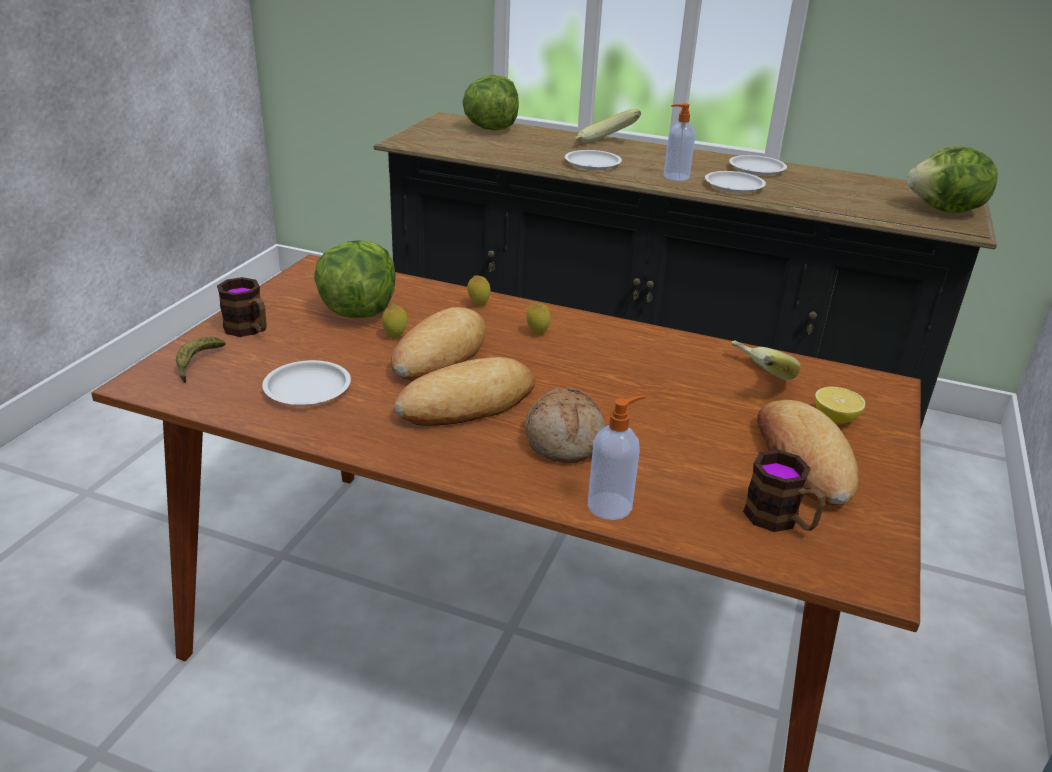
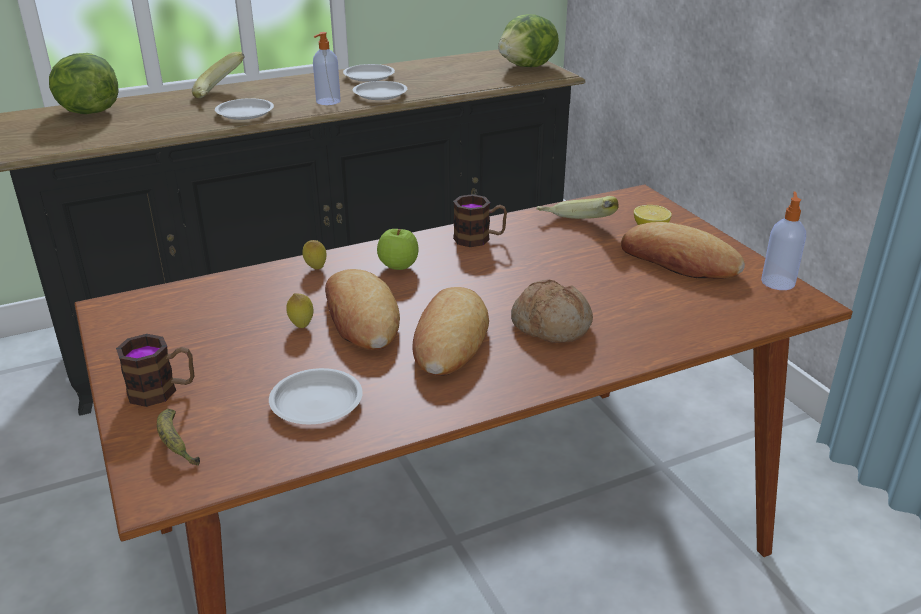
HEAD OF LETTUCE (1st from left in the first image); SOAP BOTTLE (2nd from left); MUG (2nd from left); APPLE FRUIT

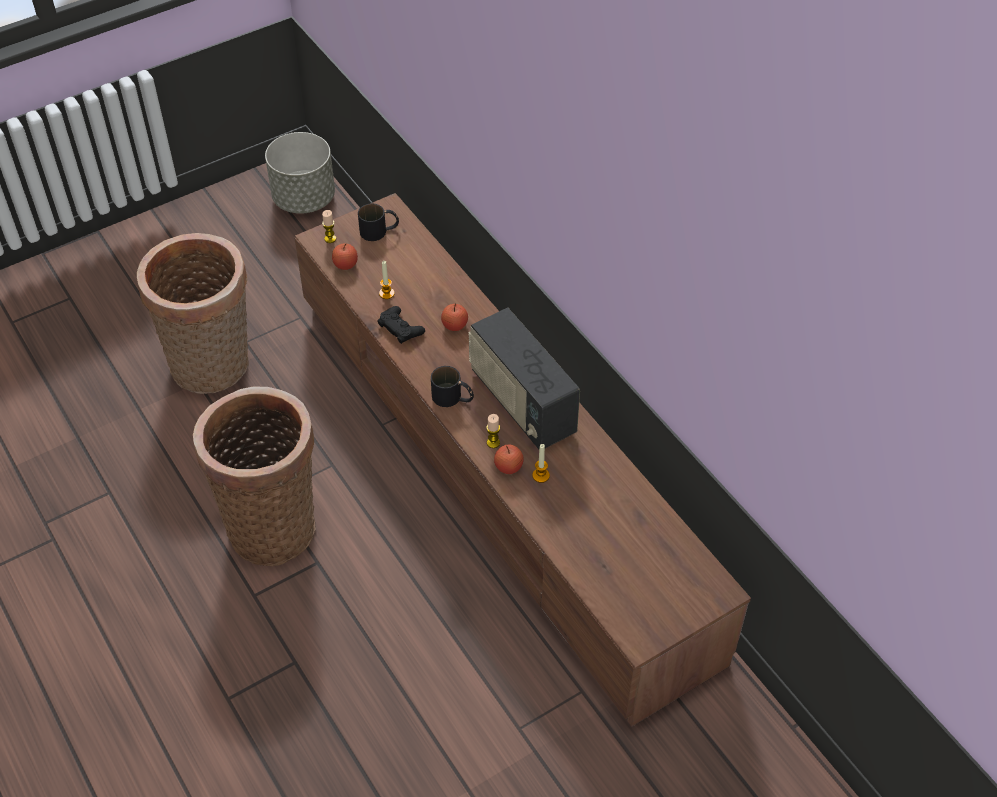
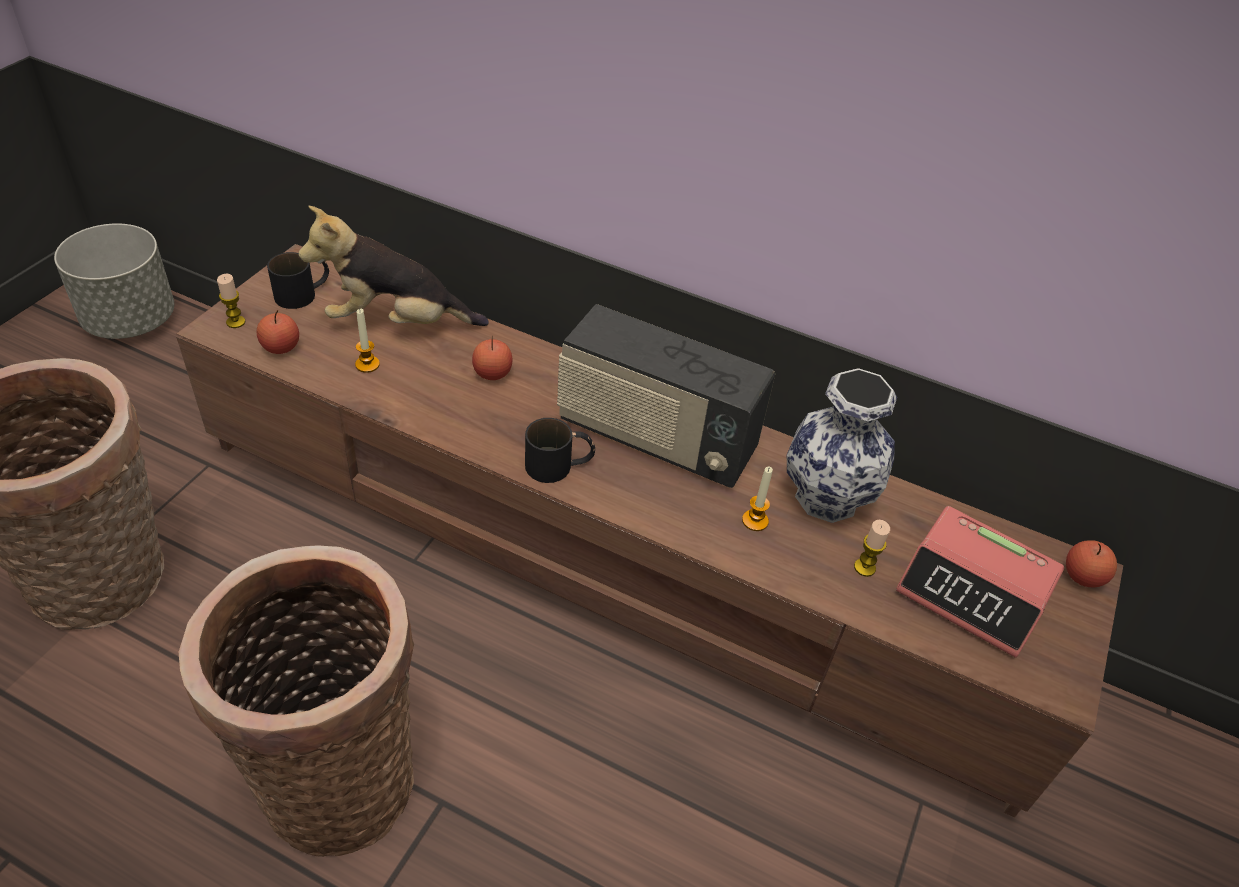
BLACKISH GAMEPAD; CUDDLY TOY; VASE; BEDSIDE CLOCK; WAX LIGHT (4th from left); APPLE FRUIT (3rd from left)

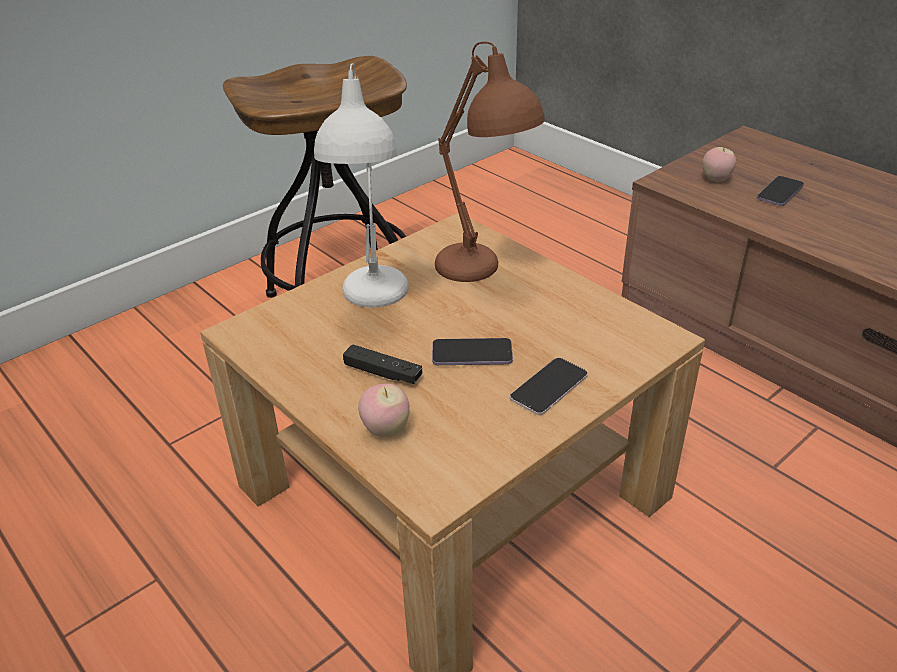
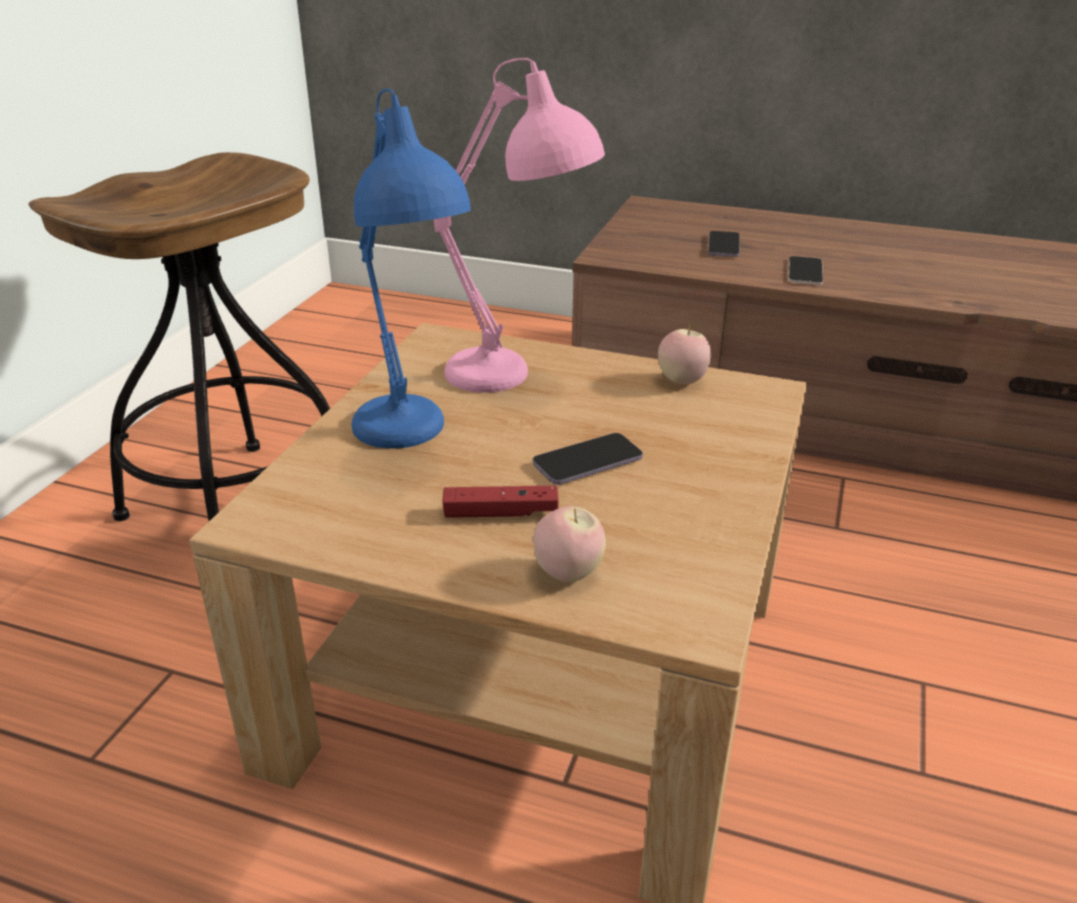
PHONE (3rd from left); APPLE FRUIT (2nd from left); BLUISH TABLE LAMP; REDDISH GAMEPAD; PINK-COLOURED TABLE LAMP

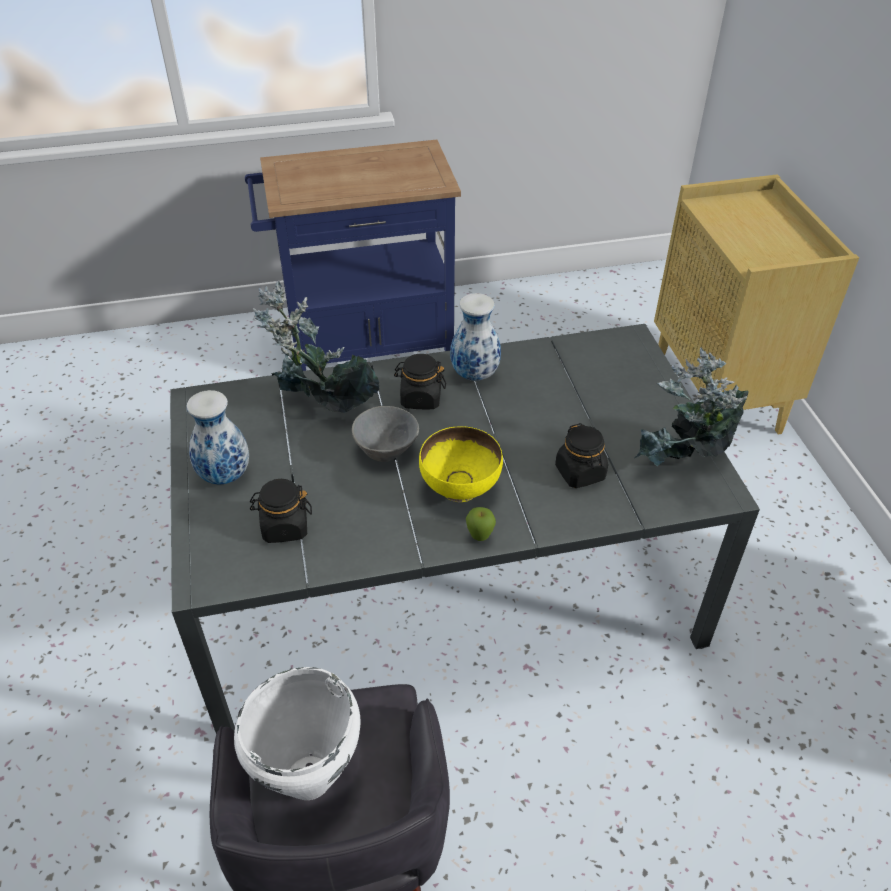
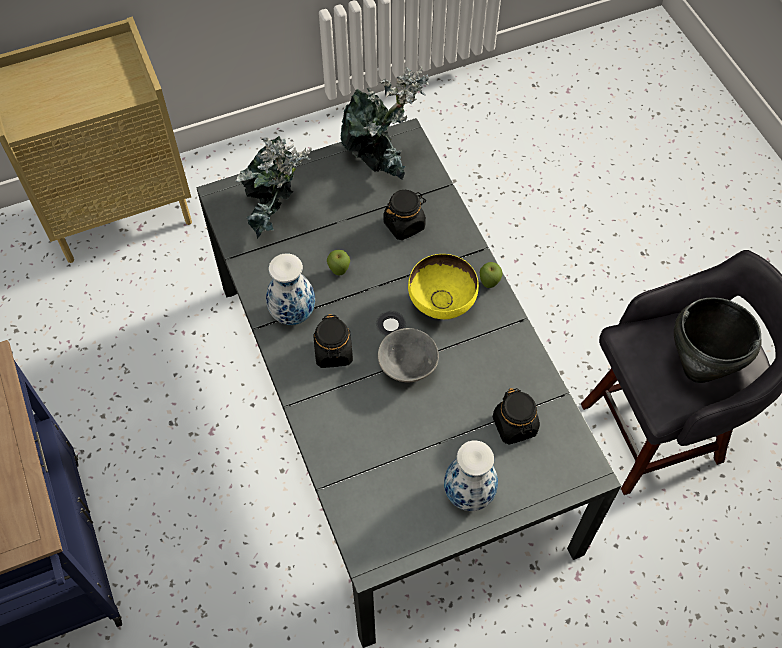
APPLE FRUIT (1st from left); HOUSEPLANT (1st from left); BLACKISH STOCKPOT

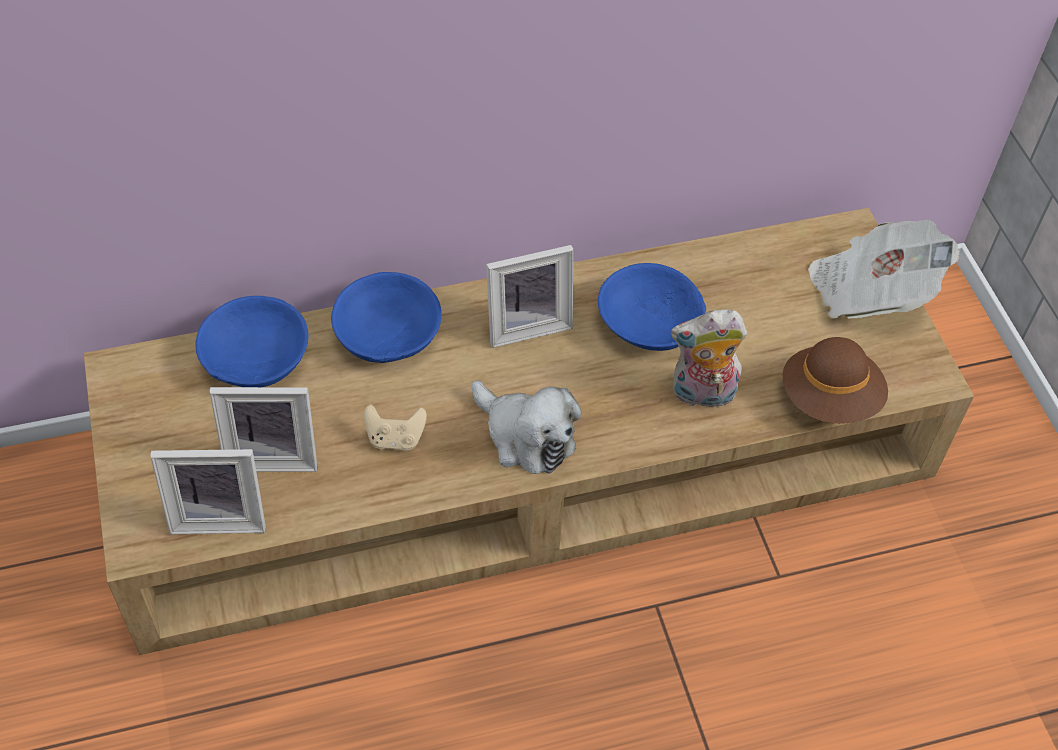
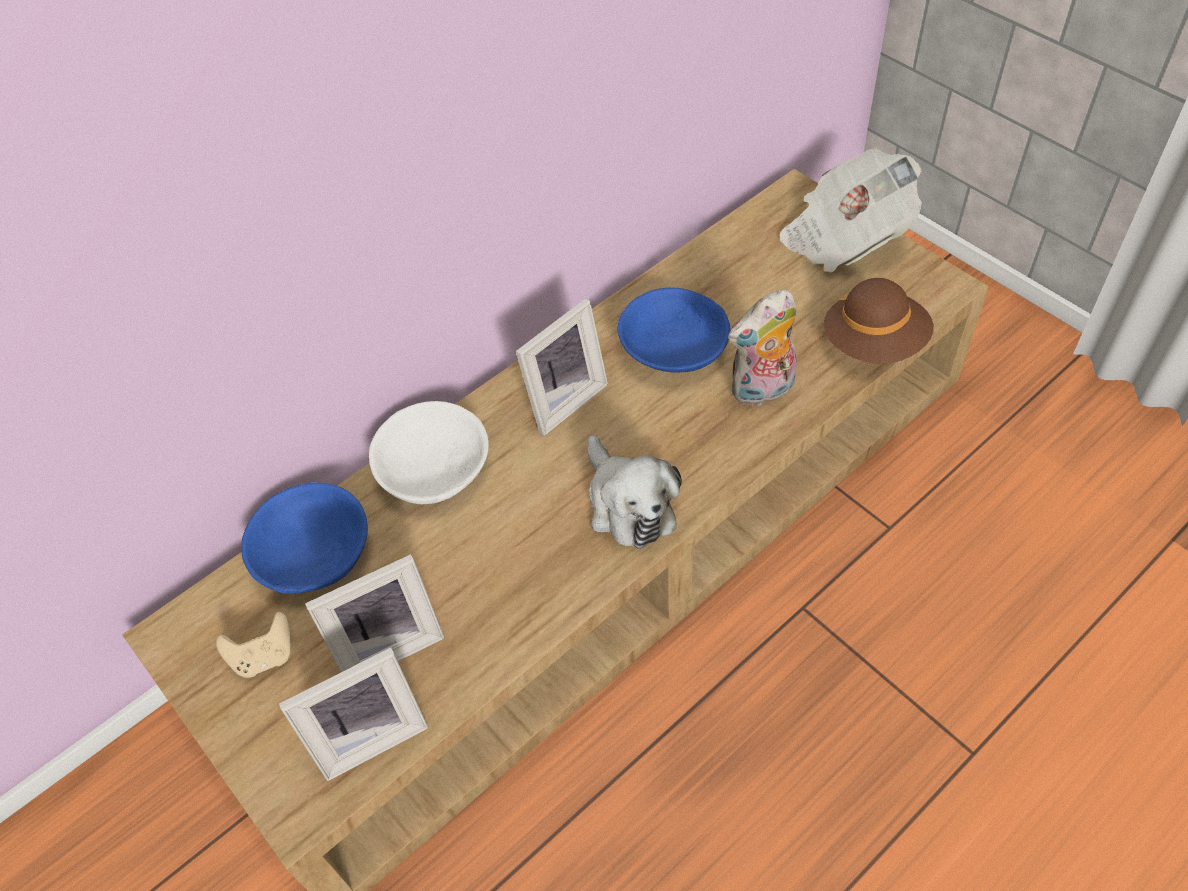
BEIGE GAMEPAD; WHITE BOWL; CUDDLY TOY (1st from left)

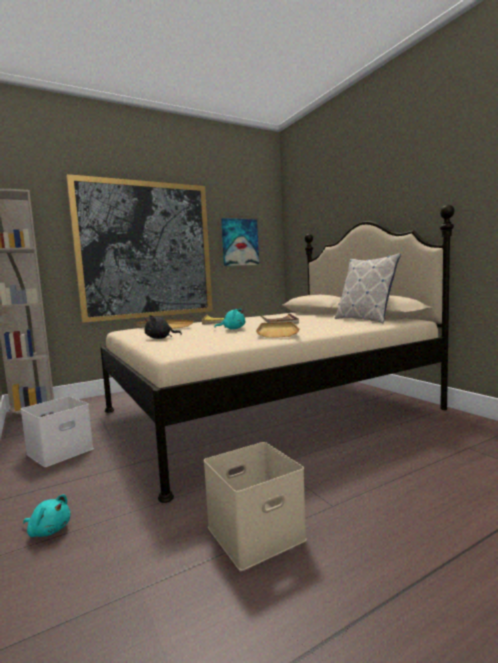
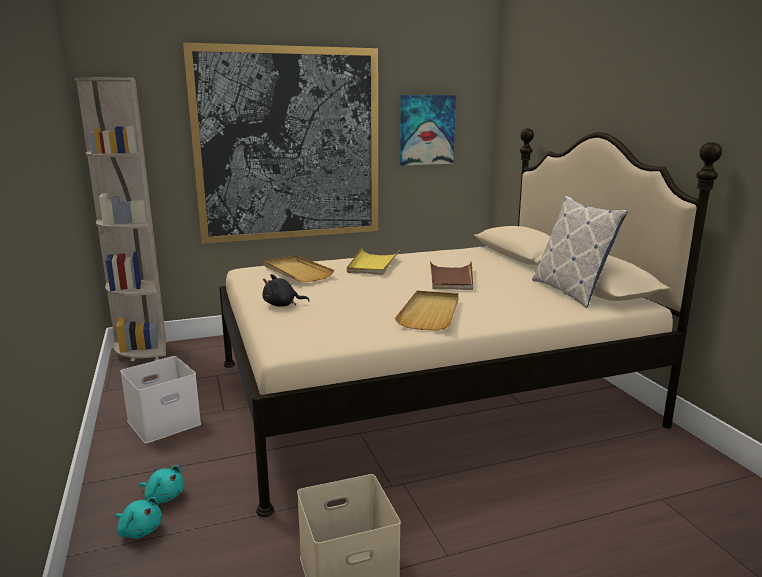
BLUE-GREEN CUDDLY TOY (2nd from left)

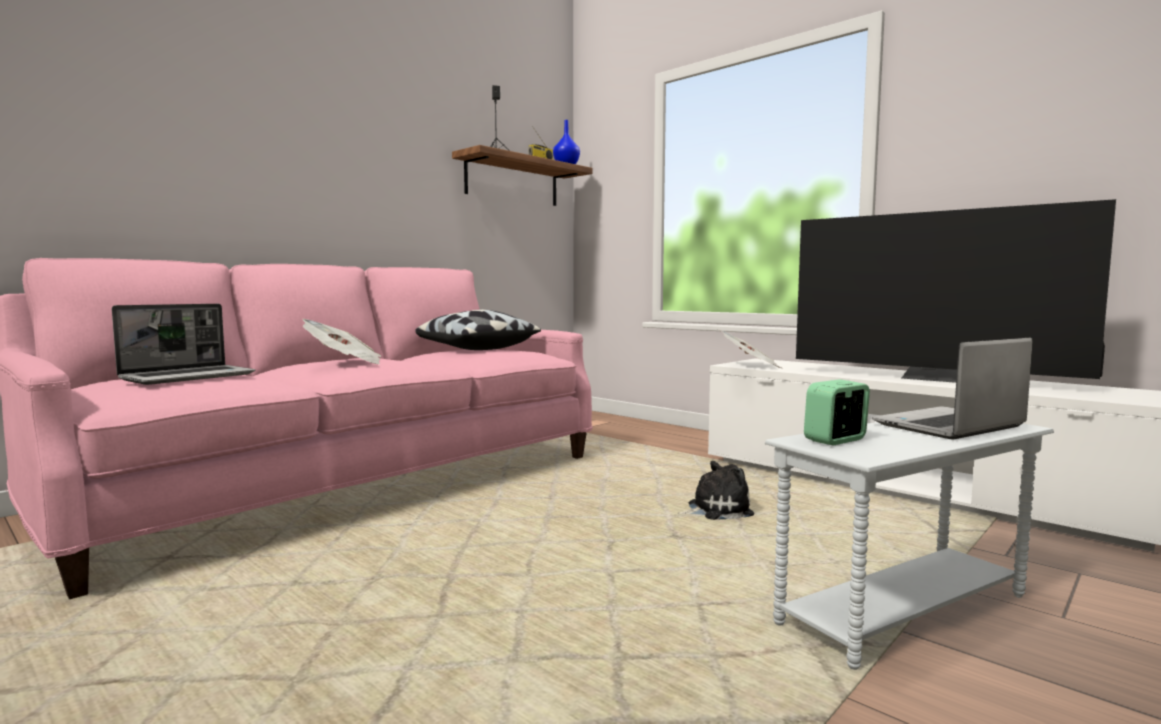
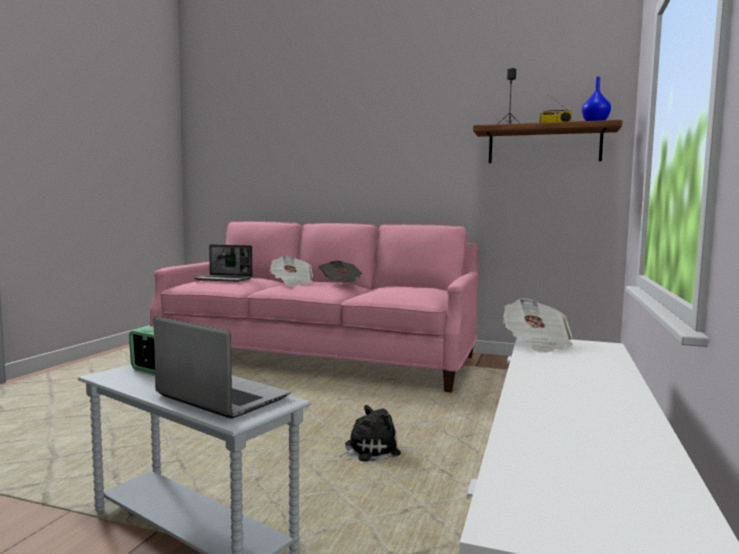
PILLOW; TV; NEWSPAPER (2nd from left); CUDDLY TOY

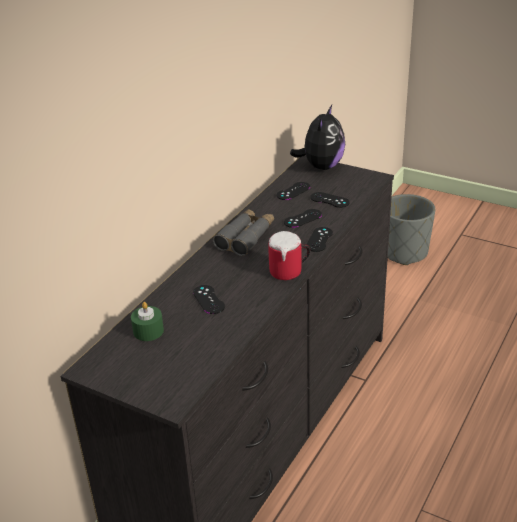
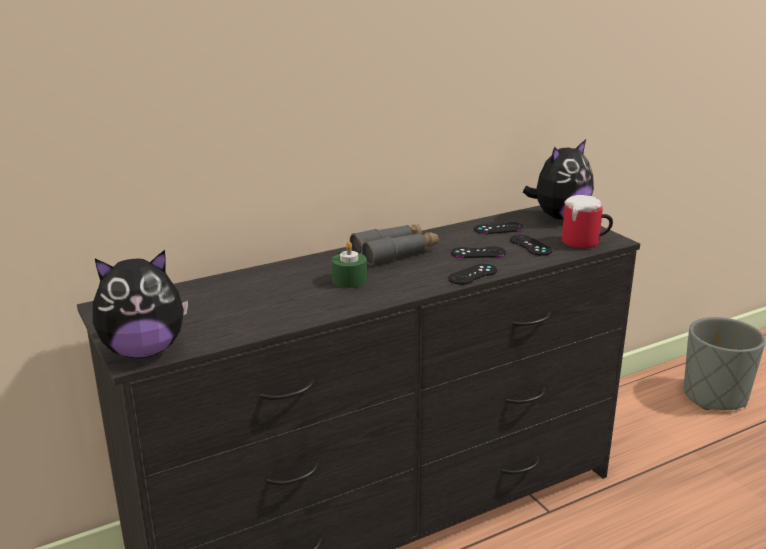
BLACKISH GAMEPAD (1st from left in the first image); CUDDLY TOY (1st from left); GREENISH WAX LIGHT; MUG

